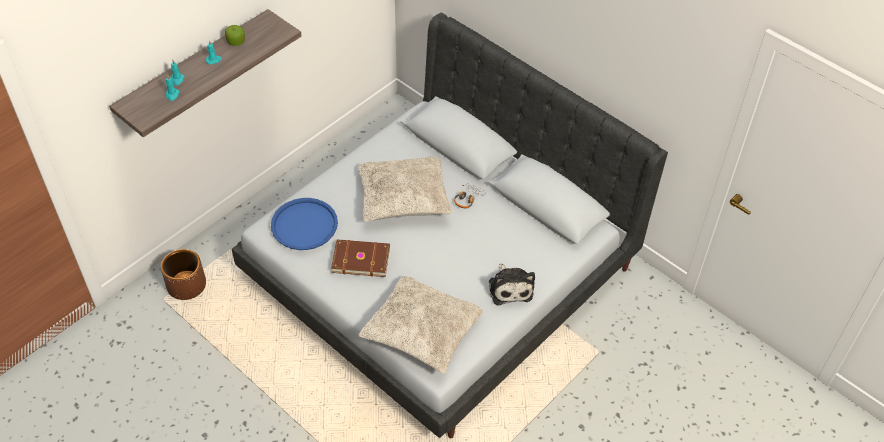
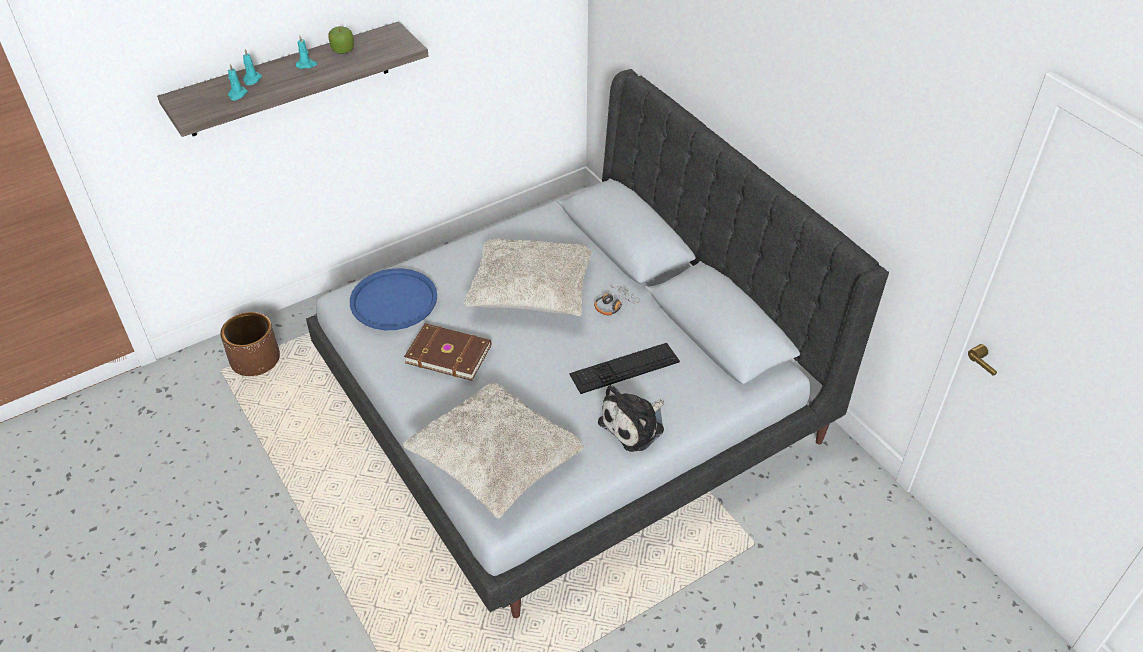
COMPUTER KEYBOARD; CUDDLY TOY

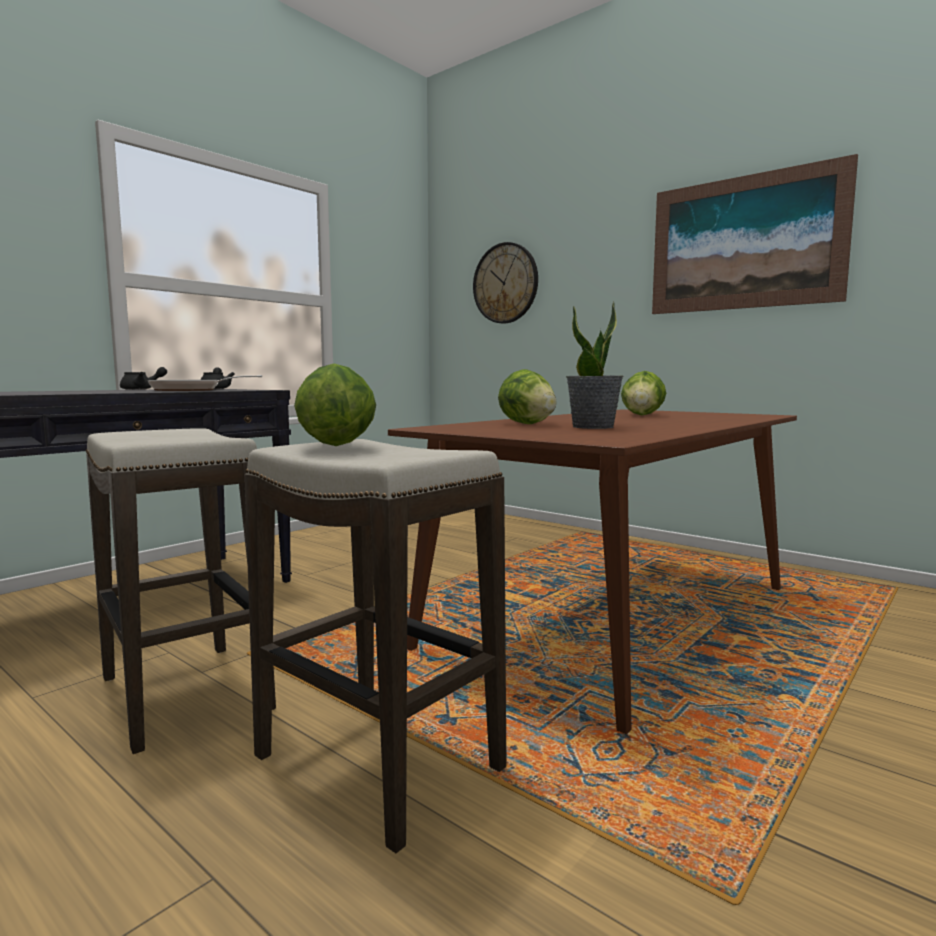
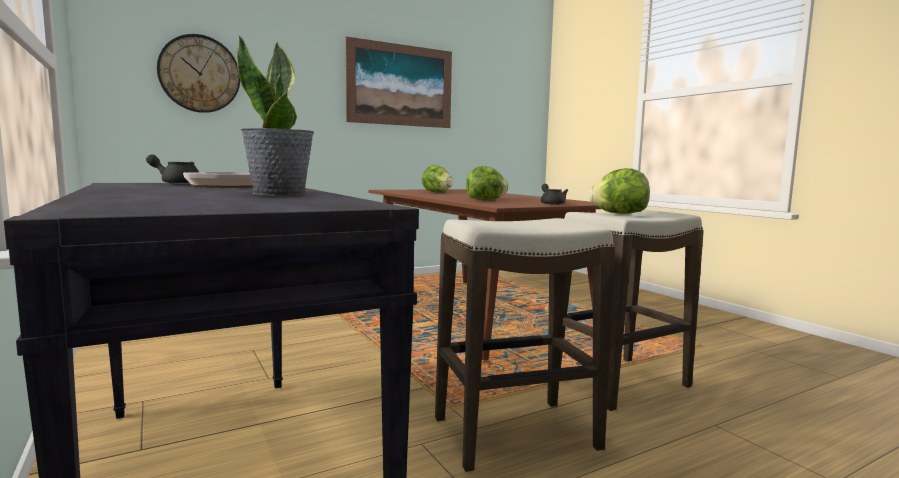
BLACKISH TEAPOT (2nd from left); HOUSEPLANT

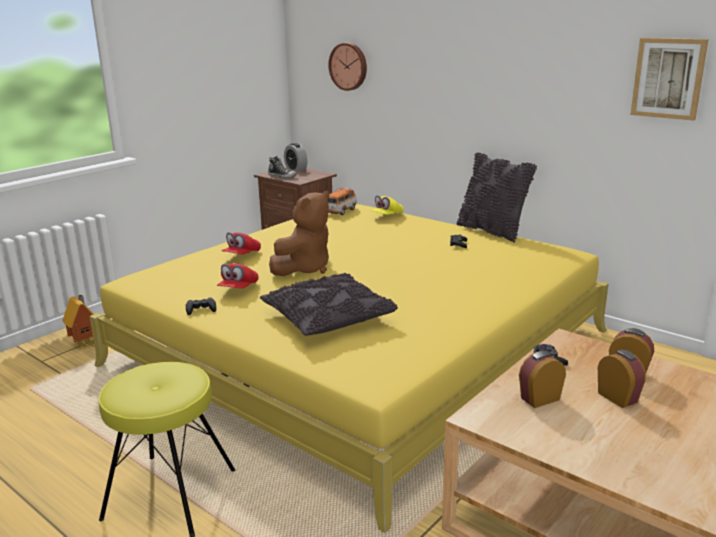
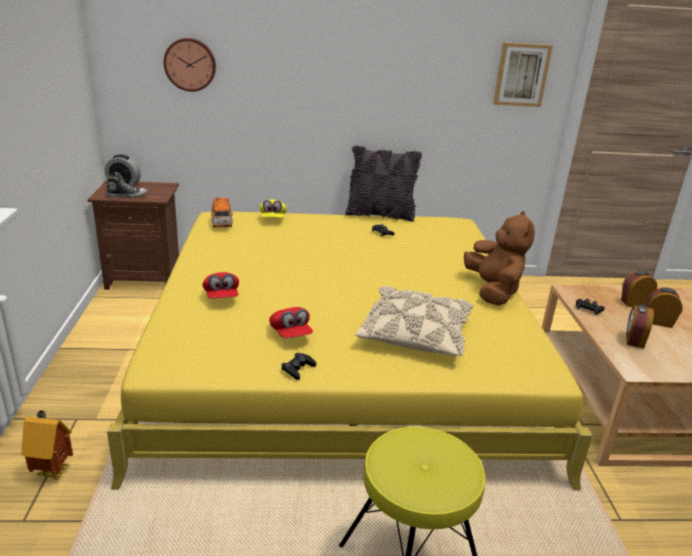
BROWN CUDDLY TOY; BEIGE PILLOW

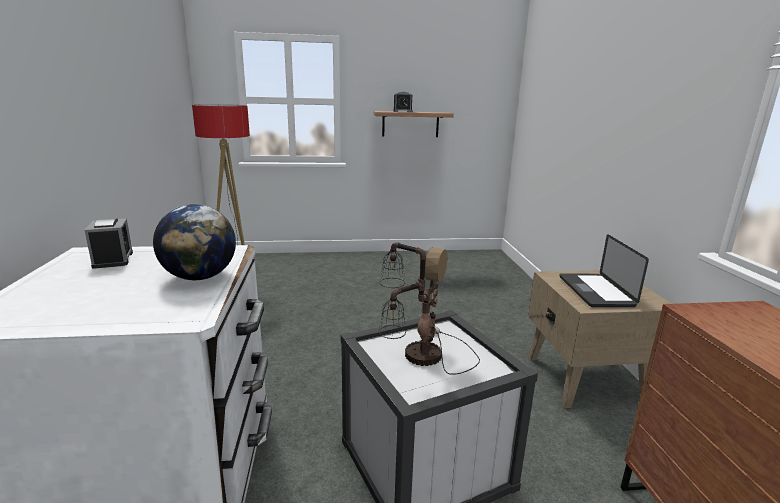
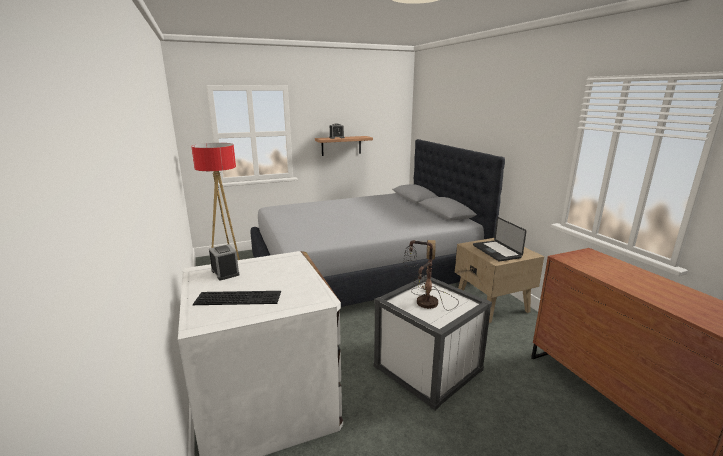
DESK GLOBE; COMPUTER KEYBOARD; GREYISH BEDROOM BED

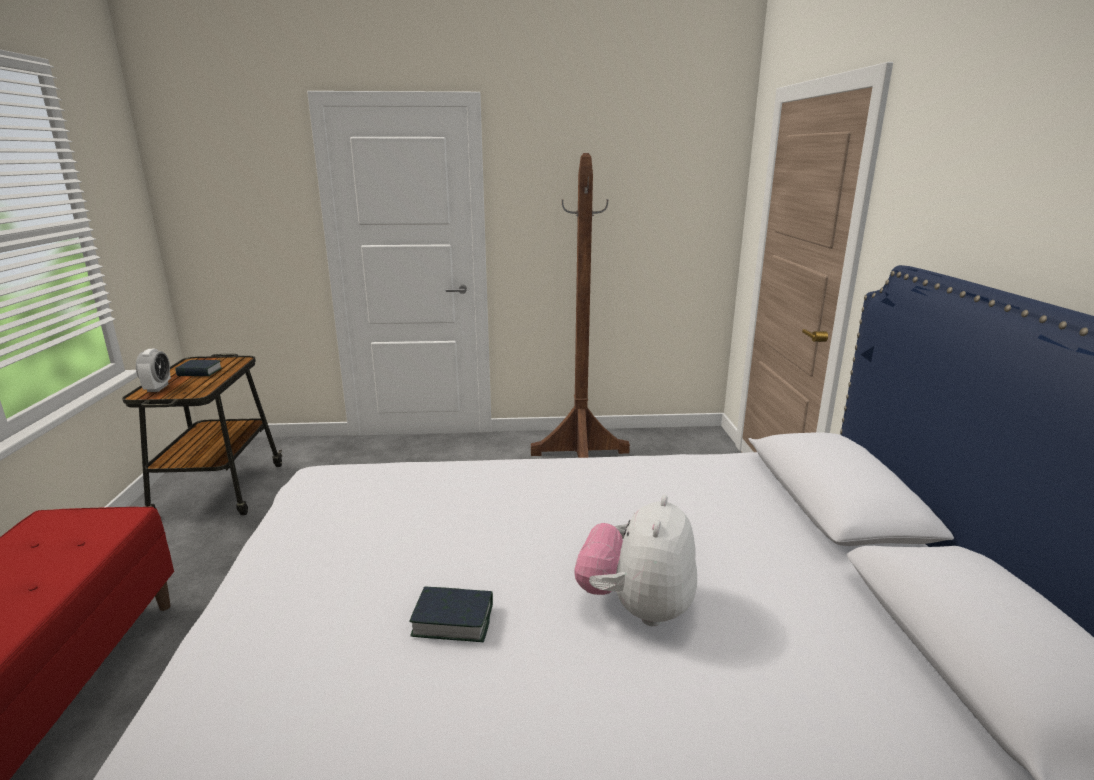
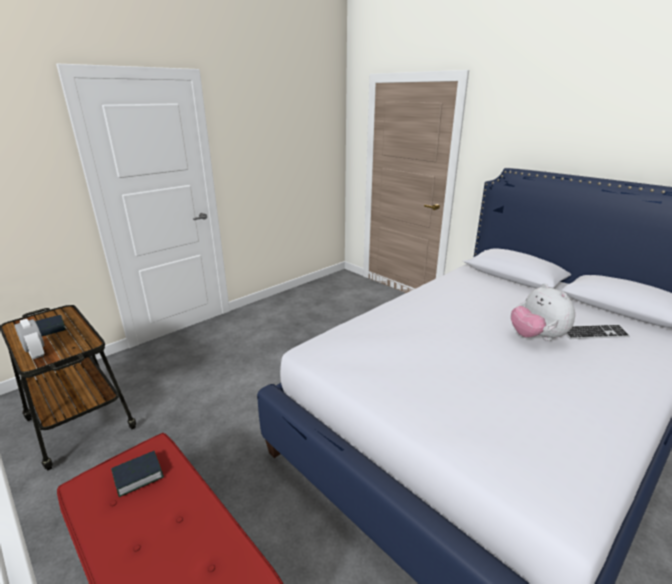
BROWN GARMENT STAND; COMPUTER KEYBOARD; BOOK (2nd from left)

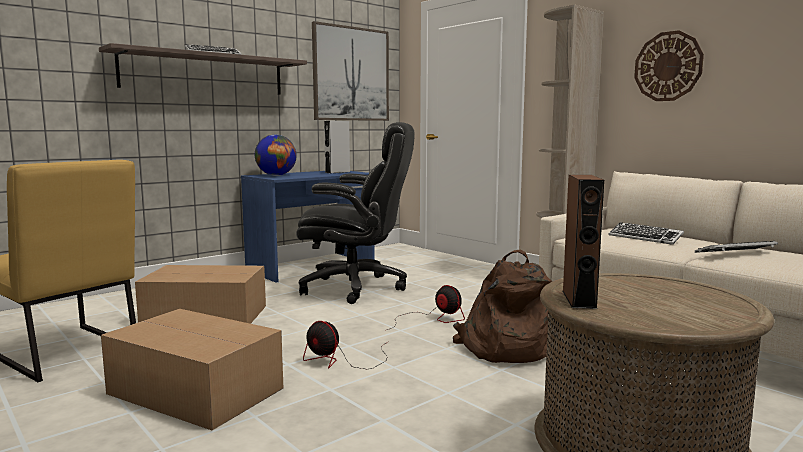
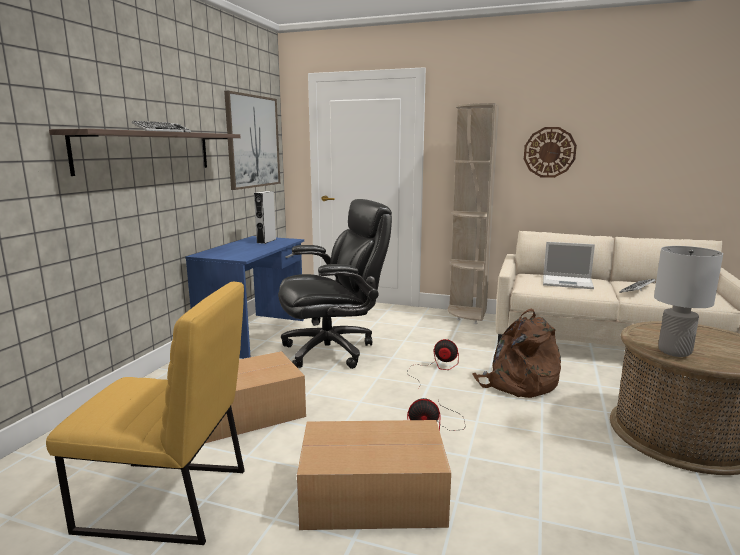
DESK GLOBE; GREYISH TABLE LAMP; NOTEBOOK COMPUTER

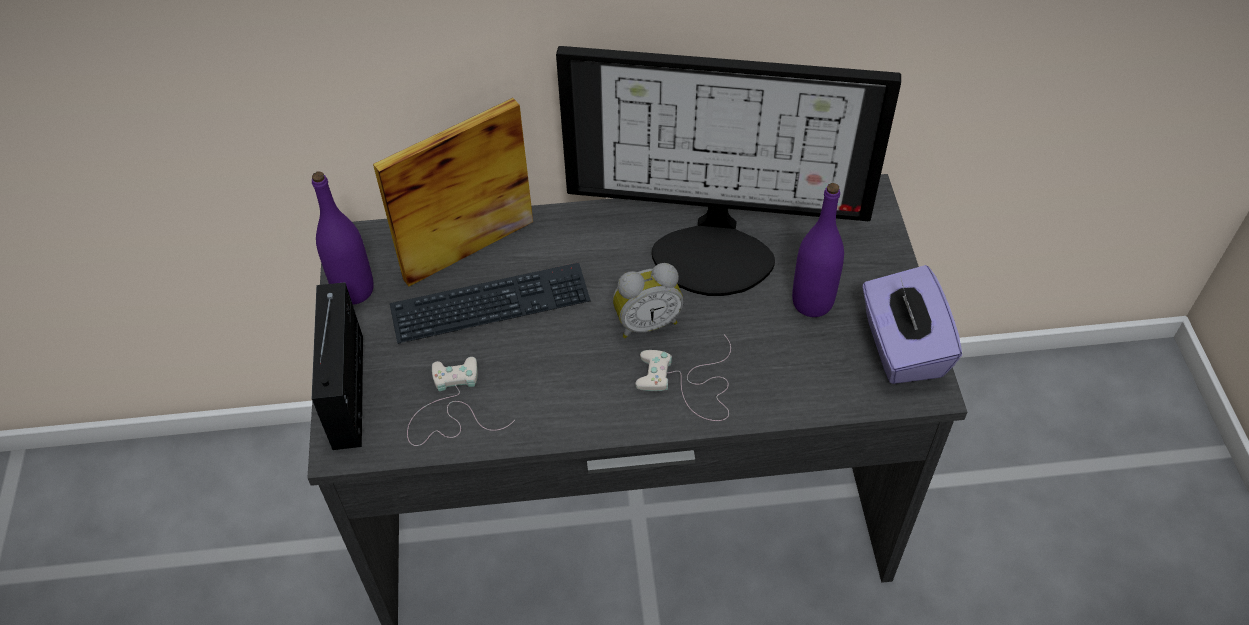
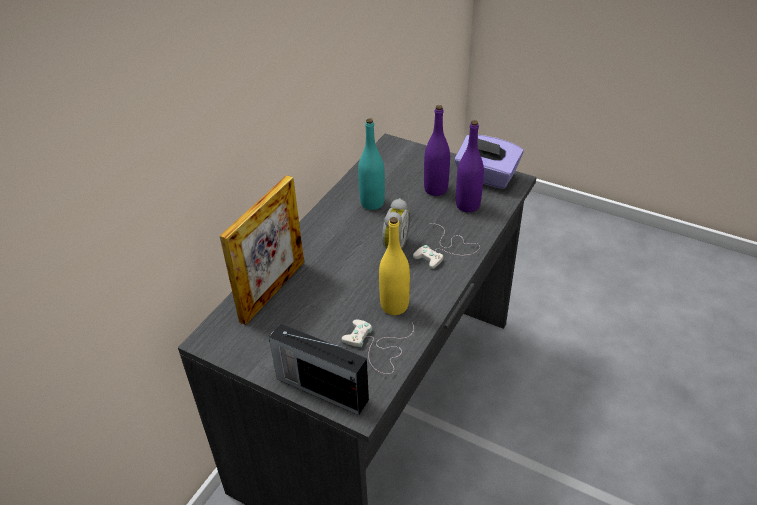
COMPUTER KEYBOARD; YELLOW BEVERAGE BOTTLE; PURPLE BEVERAGE BOTTLE (2nd from left); BLUE-GREEN BEVERAGE BOTTLE; STANDING FRAME

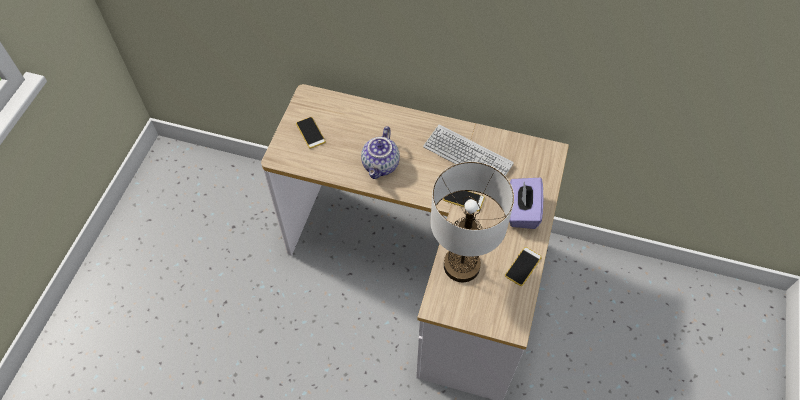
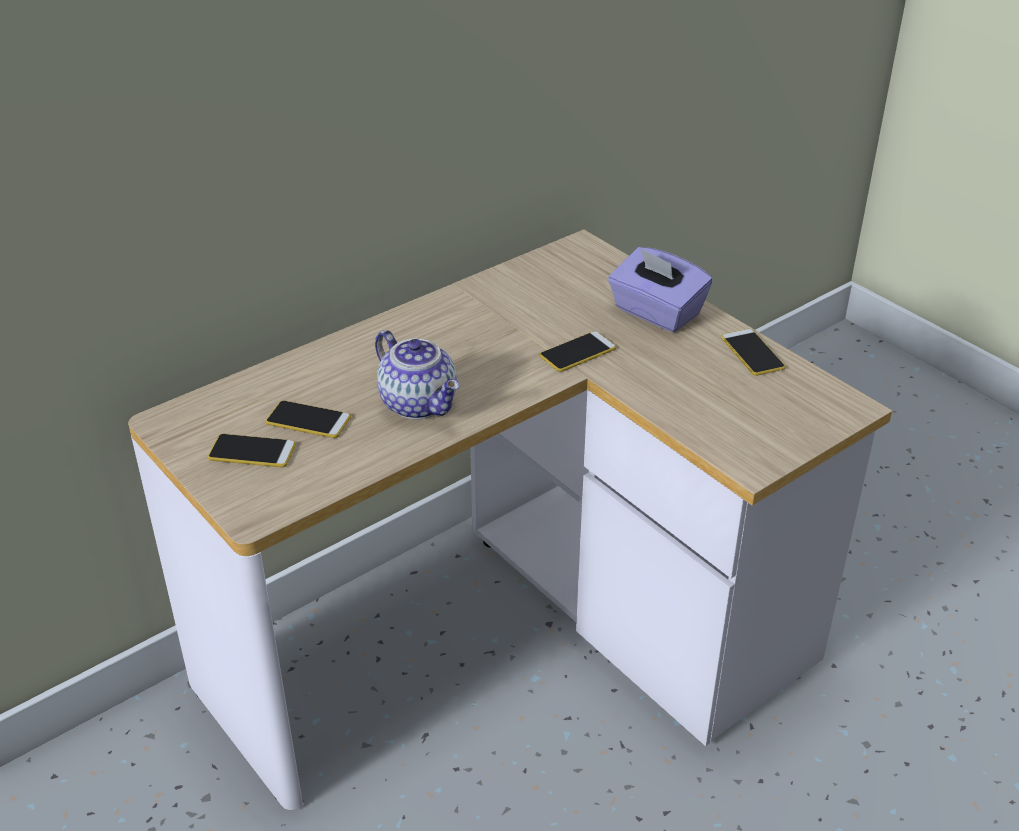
COMPUTER KEYBOARD; TABLE LAMP; PHONE (2nd from left)

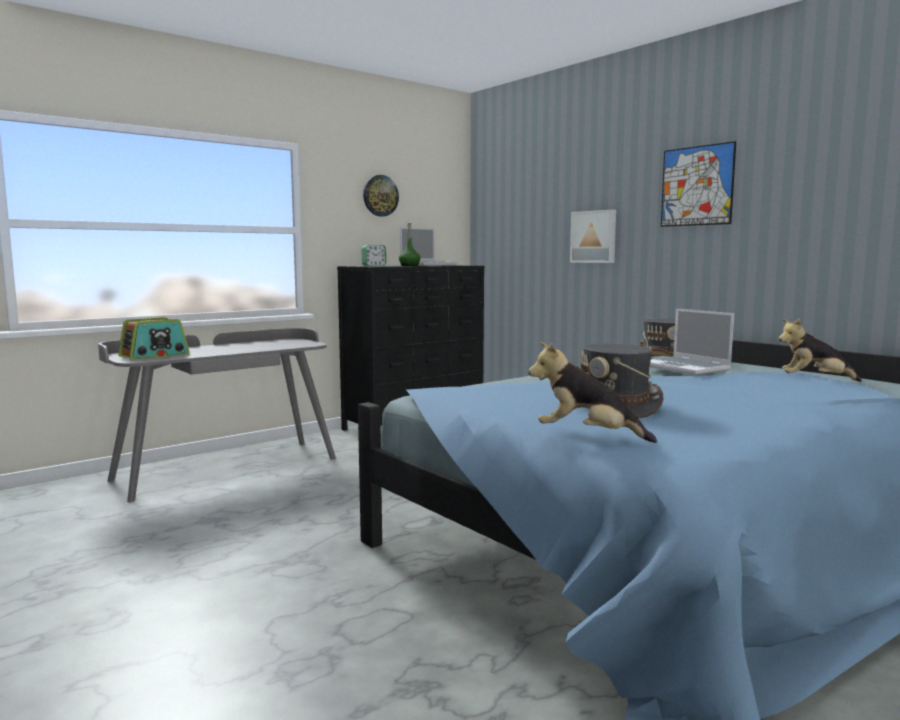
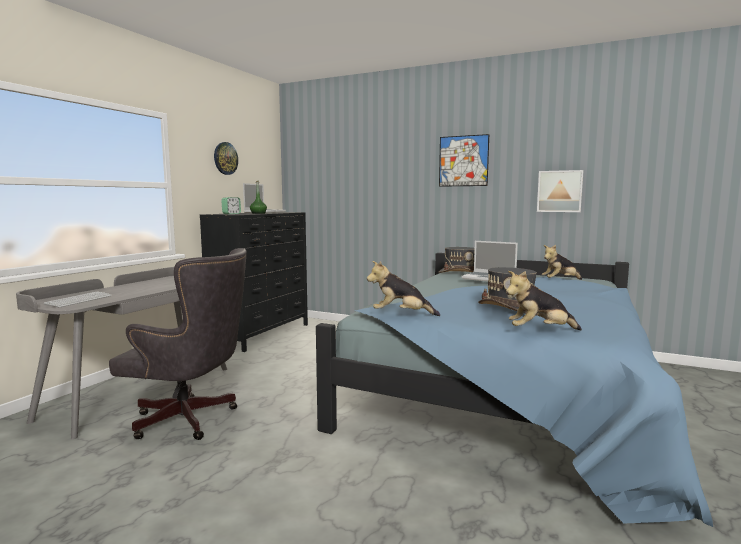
GREYISH OFFICE CHAIR; CUDDLY TOY (1st from left); WALL PICTURE (2nd from left); COMPUTER KEYBOARD

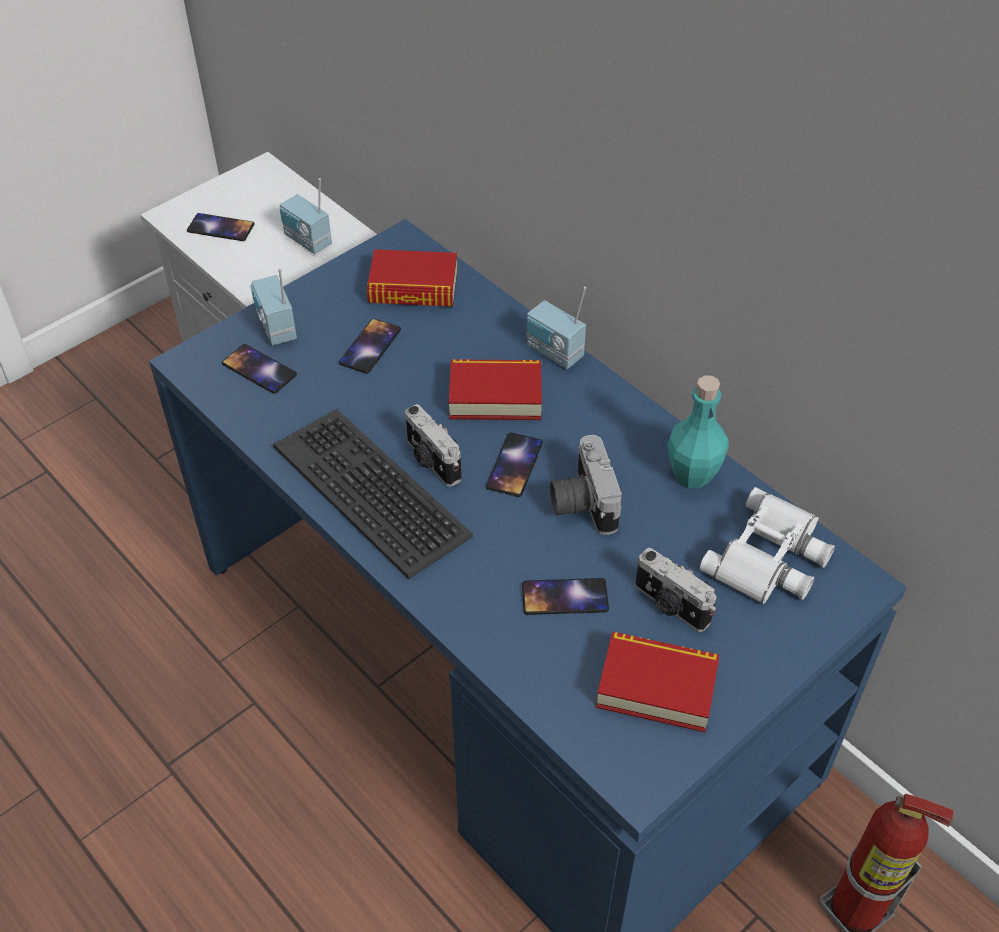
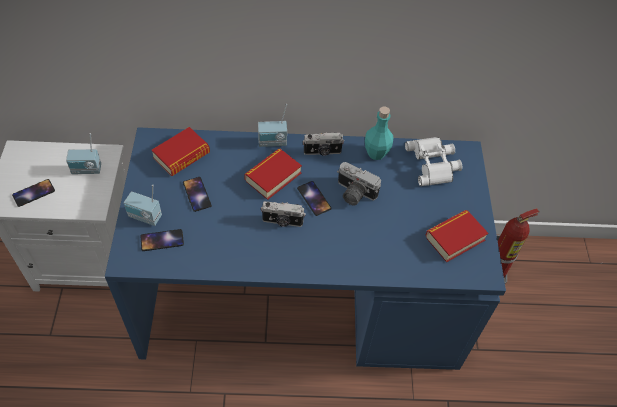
COMPUTER KEYBOARD; PHONE (5th from left in the first image); PHOTO CAMERA (2nd from left)

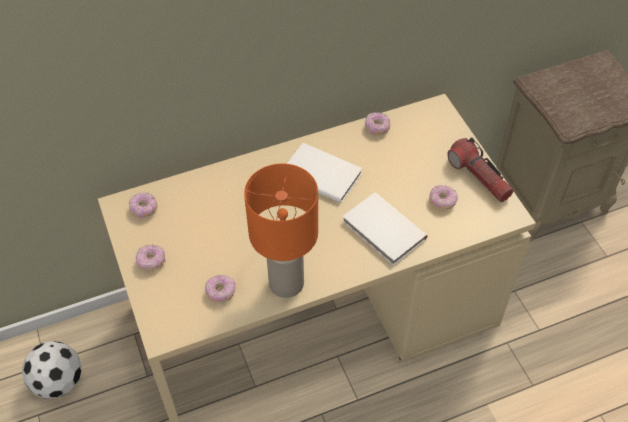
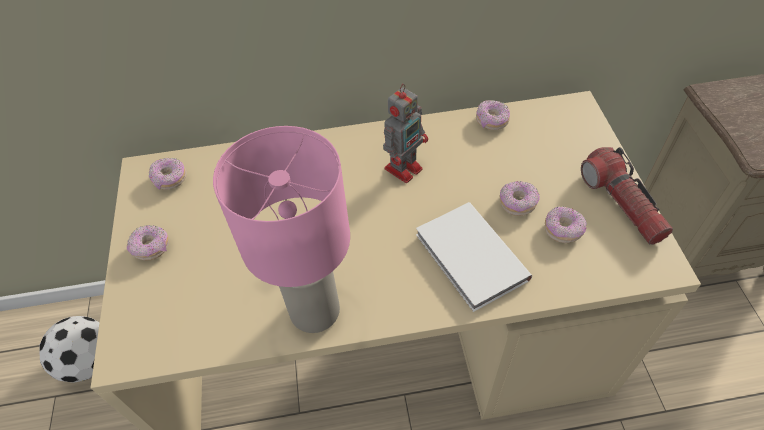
RING DOUGHNUT (4th from left); ROBOT FIGURE; PINK-COLOURED TABLE LAMP

